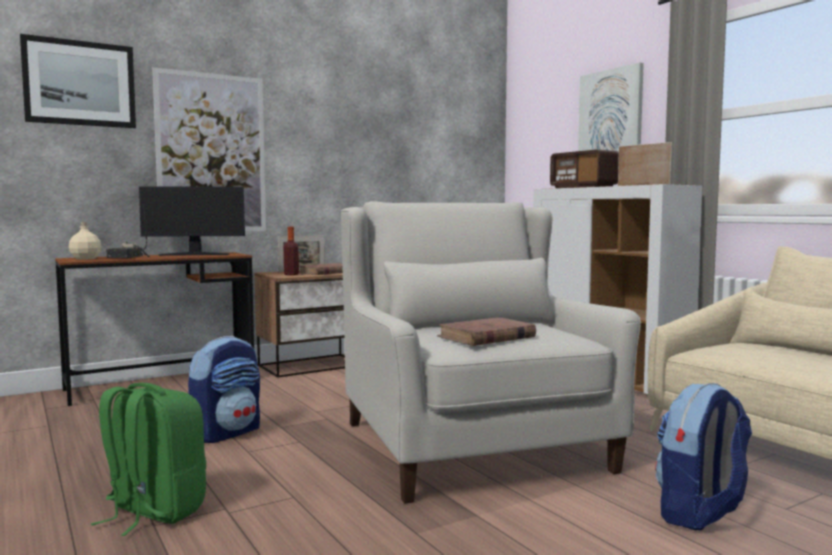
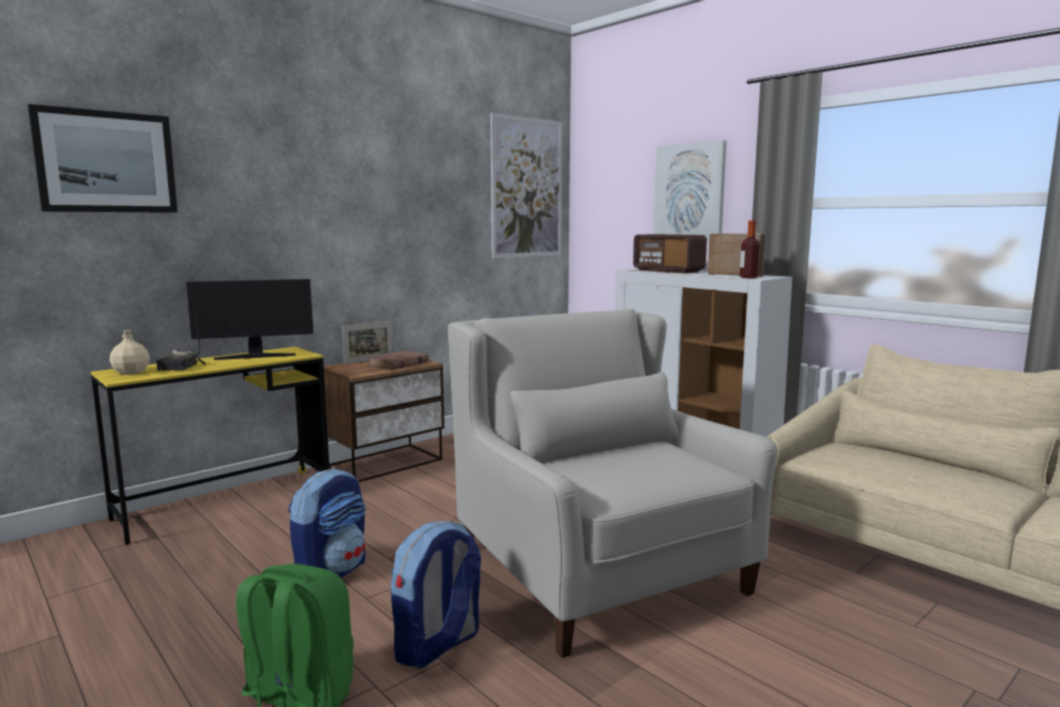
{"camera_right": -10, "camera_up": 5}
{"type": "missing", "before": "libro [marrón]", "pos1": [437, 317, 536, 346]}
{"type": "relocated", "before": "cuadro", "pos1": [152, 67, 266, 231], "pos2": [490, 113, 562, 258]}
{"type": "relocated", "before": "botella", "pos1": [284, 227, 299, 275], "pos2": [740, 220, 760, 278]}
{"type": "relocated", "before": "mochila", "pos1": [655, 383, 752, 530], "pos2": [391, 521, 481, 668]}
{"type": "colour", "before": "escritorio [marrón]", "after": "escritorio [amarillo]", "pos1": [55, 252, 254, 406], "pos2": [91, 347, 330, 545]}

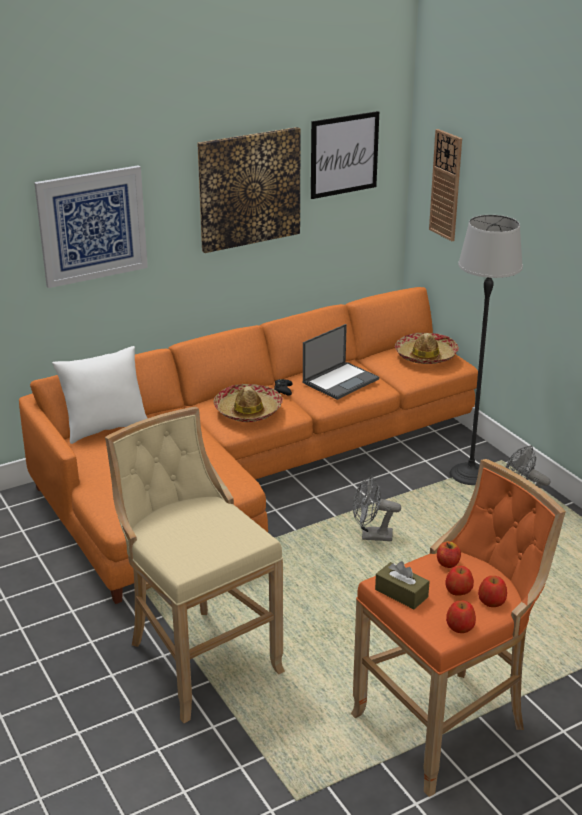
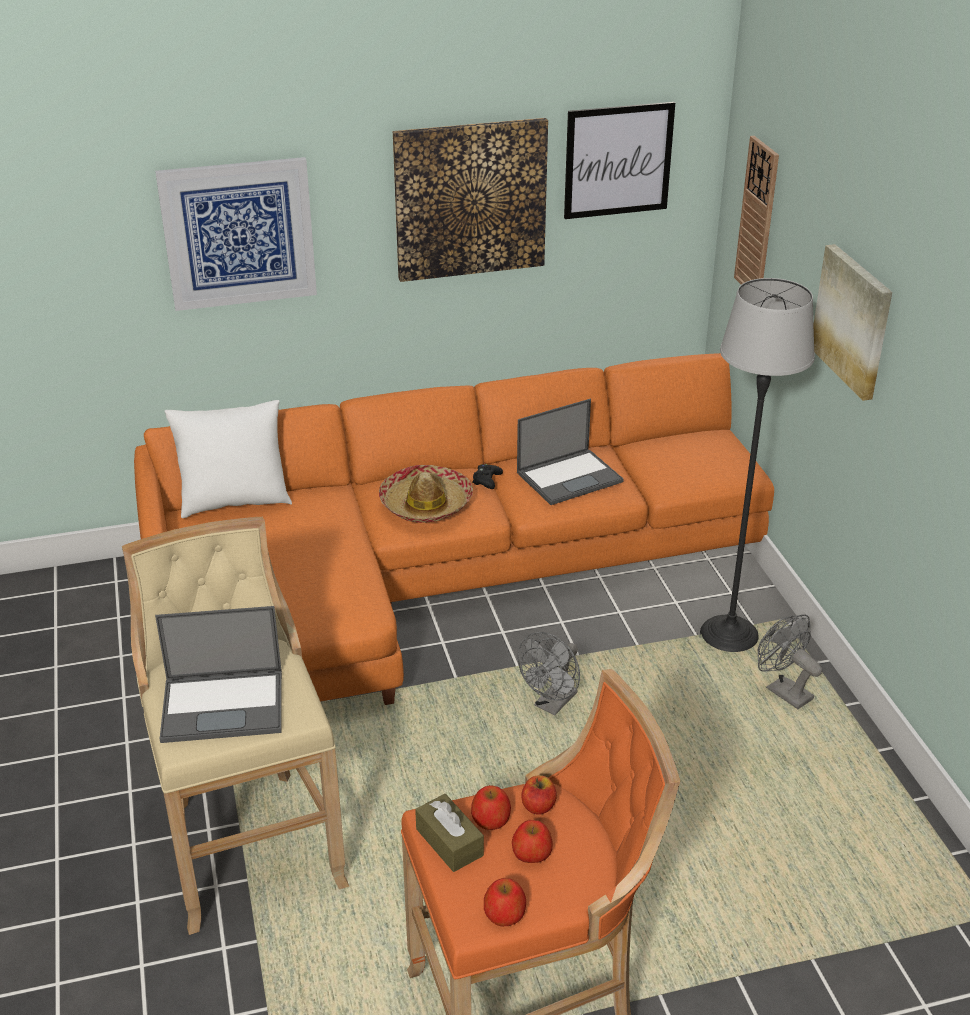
{"camera_right": 15, "camera_up": 5}
{"type": "missing", "before": "sombrero", "pos1": [395, 333, 459, 364]}
{"type": "appeared", "after": "portátil", "pos2": [155, 606, 282, 743]}
{"type": "appeared", "after": "cuadro", "pos2": [813, 244, 892, 401]}
{"type": "relocated", "before": "manzana", "pos1": [478, 576, 507, 607], "pos2": [471, 785, 511, 830]}
{"type": "spun", "before": "ventilador [gris]", "pos1": [353, 476, 401, 541], "pos2": [518, 632, 580, 715], "turn": -75}

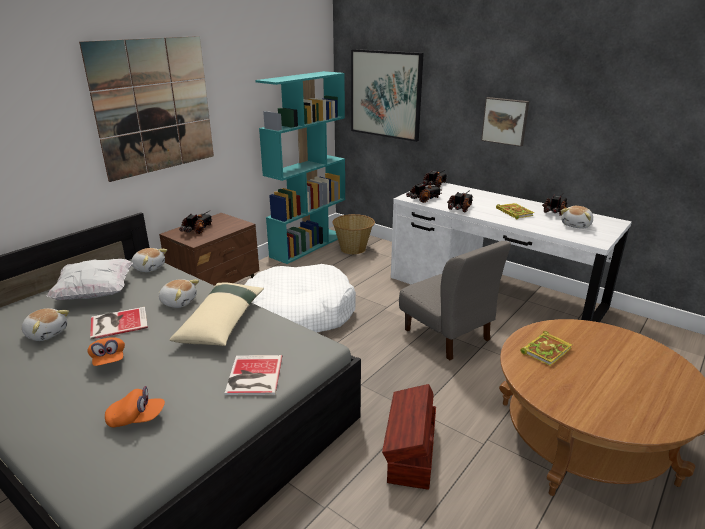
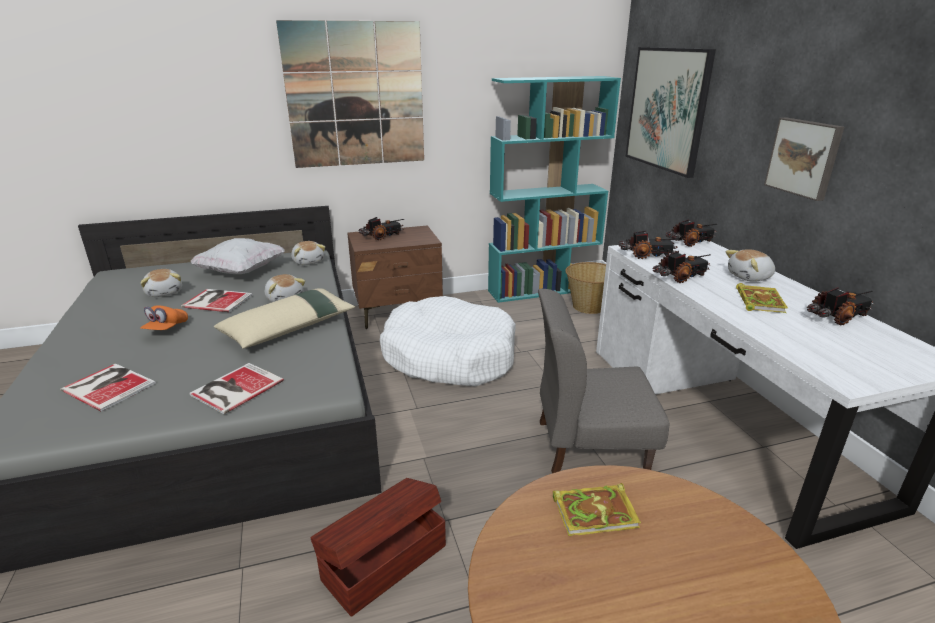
{"camera_right": 35, "camera_up": 0}
{"type": "relocated", "before": "peluche", "pos1": [561, 206, 593, 229], "pos2": [726, 249, 775, 282]}
{"type": "exchanged", "before": "gorra [naranja]", "after": "libro", "pos1": [105, 386, 165, 428], "pos2": [60, 363, 156, 412]}
{"type": "spun", "before": "silla [gris]", "pos1": [399, 241, 511, 360], "pos2": [538, 289, 669, 473], "turn": 90}

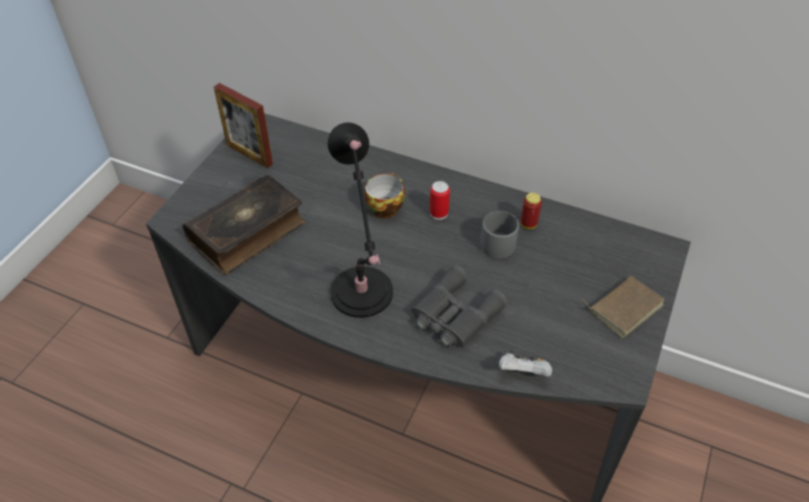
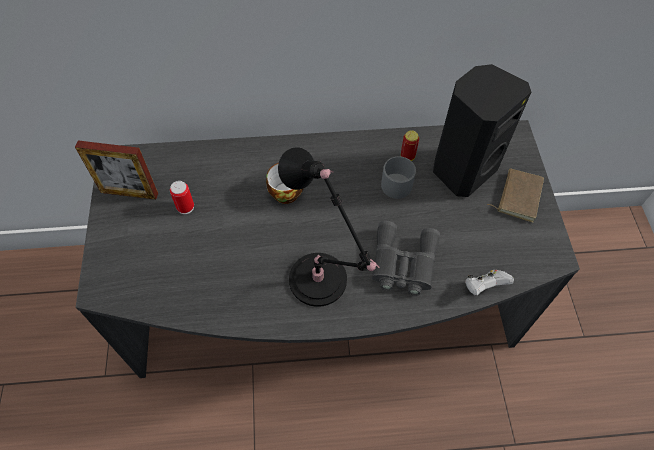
{"camera_right": -30, "camera_up": 10}
{"type": "missing", "before": "libro", "pos1": [182, 175, 305, 275]}
{"type": "appeared", "after": "altavoz [negro]", "pos2": [433, 64, 531, 197]}
{"type": "relocated", "before": "lata", "pos1": [430, 181, 450, 220], "pos2": [170, 181, 194, 214]}

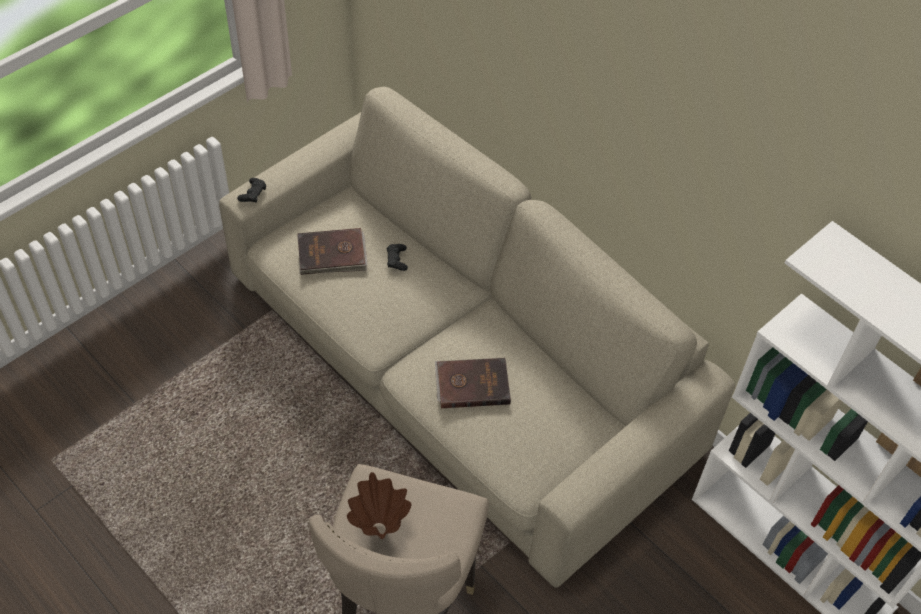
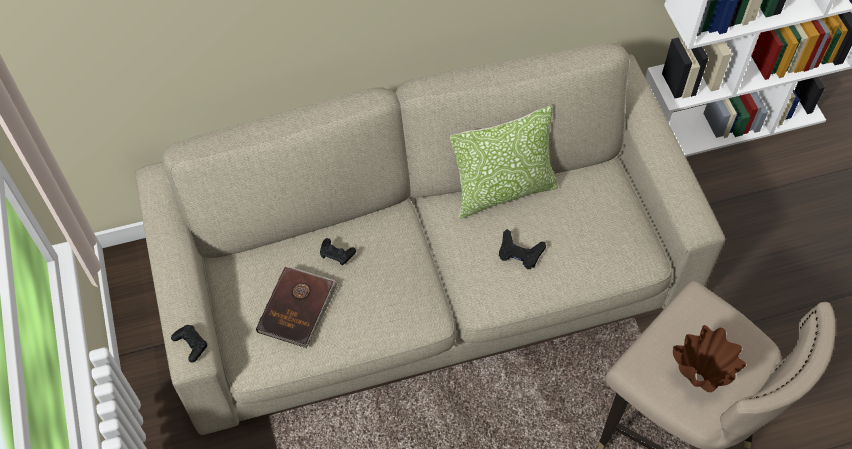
{"camera_right": -60, "camera_up": 5}
{"type": "appeared", "after": "cojín", "pos2": [450, 105, 558, 219]}
{"type": "exchanged", "before": "libro [marrón]", "after": "mando de consola [negro]", "pos1": [435, 358, 511, 408], "pos2": [499, 229, 546, 269]}

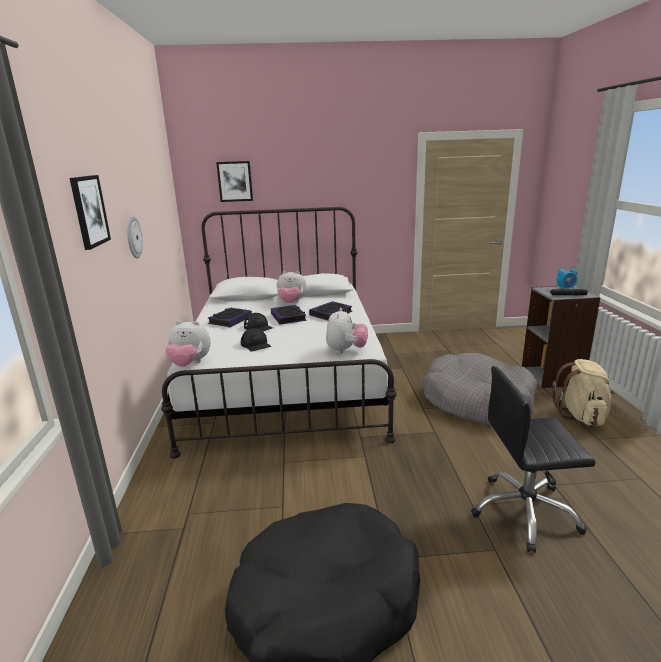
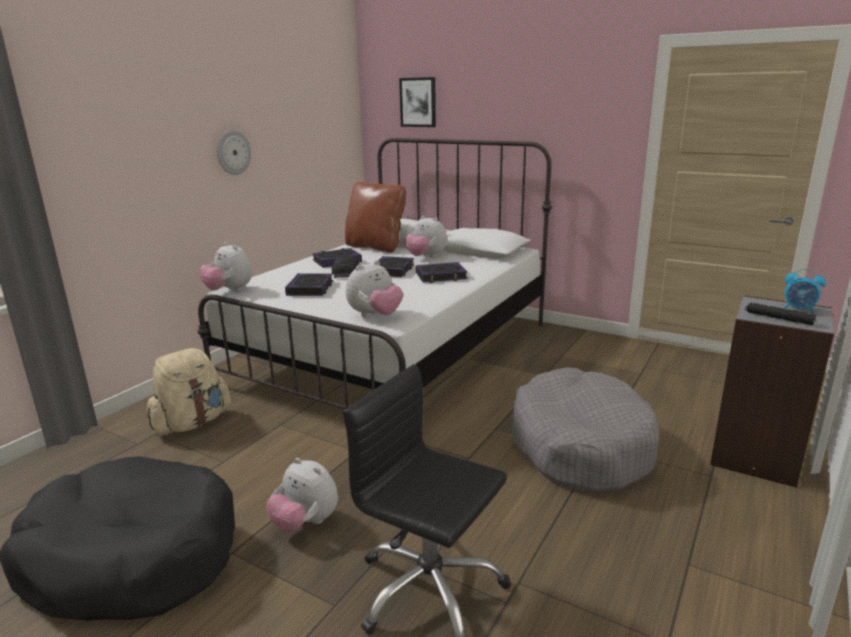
{"camera_right": 35, "camera_up": 0}
{"type": "missing", "before": "cuadro", "pos1": [70, 175, 111, 250]}
{"type": "appeared", "after": "peluche", "pos2": [266, 458, 338, 533]}
{"type": "appeared", "after": "cojín [marrón]", "pos2": [345, 181, 406, 253]}
{"type": "relocated", "before": "mochila [beis]", "pos1": [552, 359, 614, 426], "pos2": [147, 348, 231, 433]}
{"type": "exchanged", "before": "gorra [negro]", "after": "libro", "pos1": [241, 328, 271, 351], "pos2": [285, 273, 333, 296]}

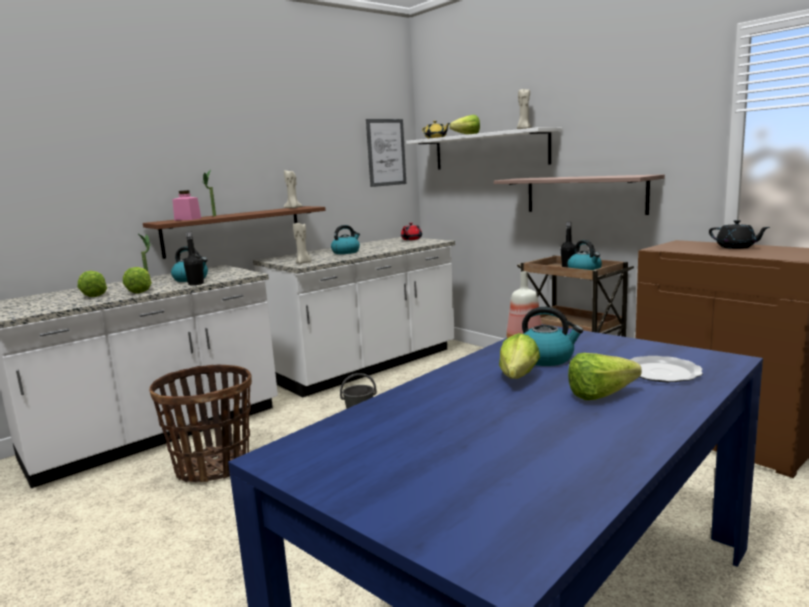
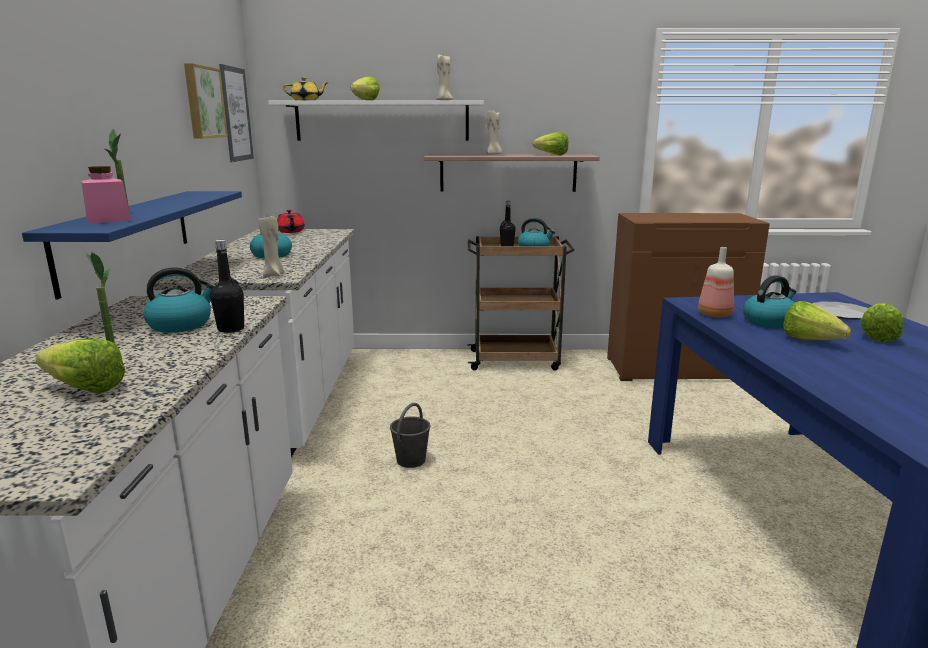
{"camera_right": -50, "camera_up": 5}
{"type": "missing", "before": "cesta", "pos1": [149, 365, 252, 482]}
{"type": "missing", "before": "tetera [negro]", "pos1": [709, 220, 770, 249]}
{"type": "appeared", "after": "cuadro", "pos2": [184, 63, 228, 139]}
{"type": "relocated", "before": "lechuga", "pos1": [123, 267, 152, 294], "pos2": [533, 132, 568, 155]}
{"type": "relocated", "before": "vela [beis]", "pos1": [284, 170, 302, 208], "pos2": [486, 110, 502, 155]}
{"type": "colour", "before": "estante [marrón]", "after": "estante [azul]", "pos1": [143, 206, 326, 259], "pos2": [22, 191, 242, 299]}

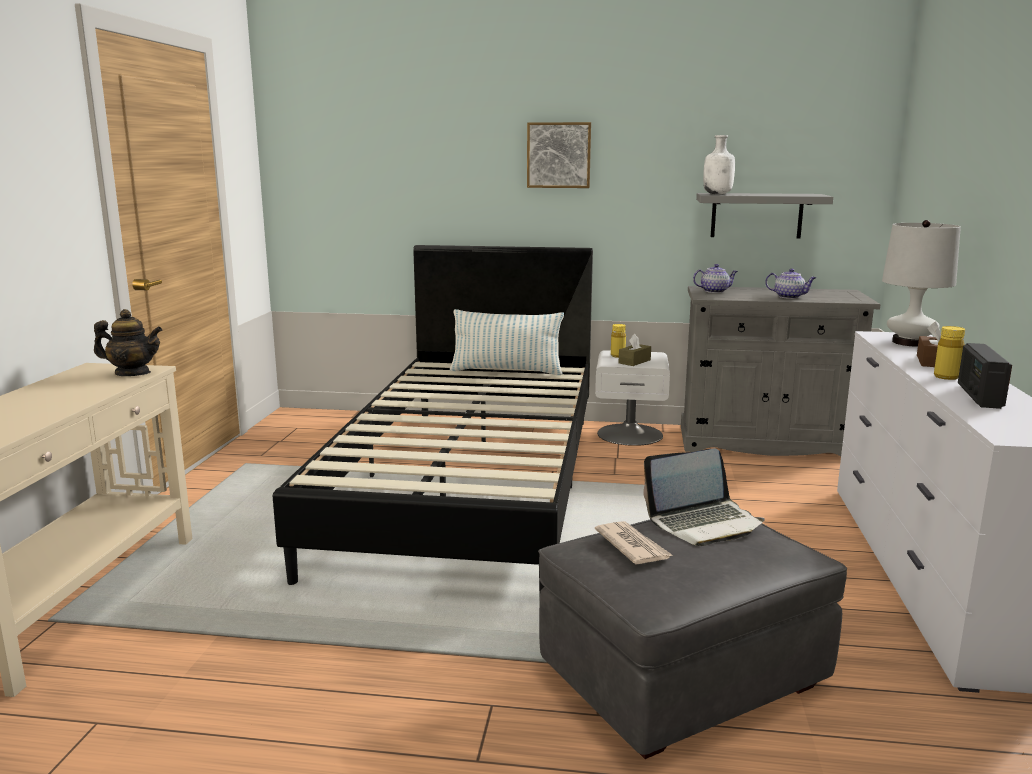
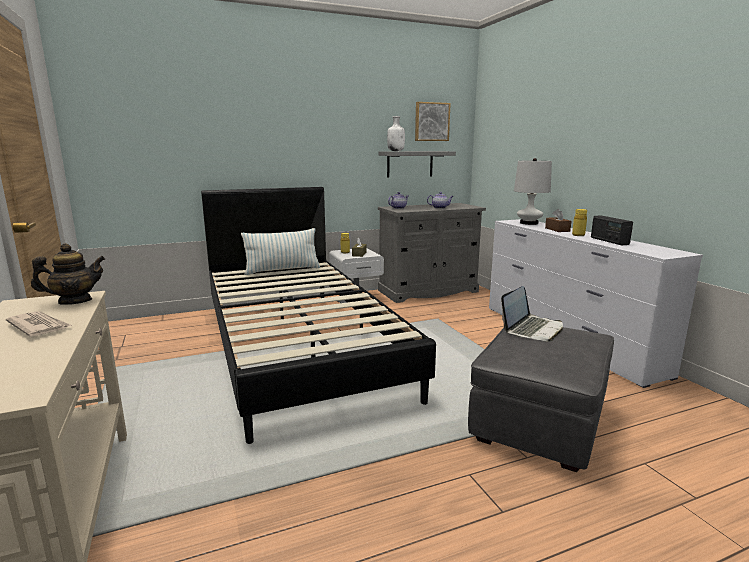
{"camera_right": -30, "camera_up": 0}
{"type": "relocated", "before": "cuadro", "pos1": [527, 122, 591, 188], "pos2": [415, 102, 451, 141]}
{"type": "relocated", "before": "periódico", "pos1": [595, 521, 673, 564], "pos2": [6, 311, 72, 337]}

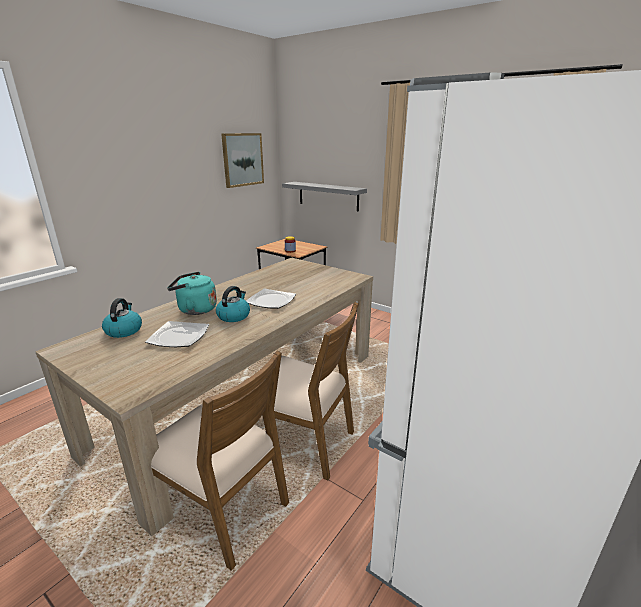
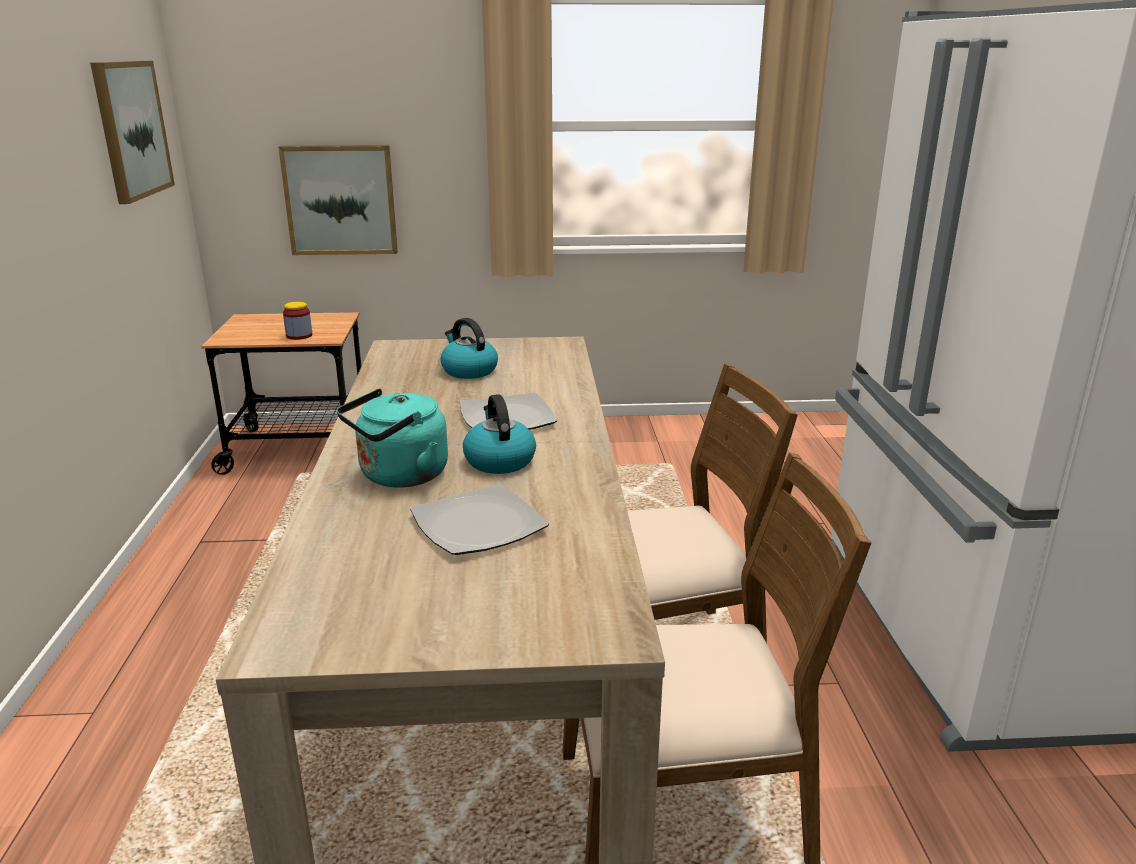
{"camera_right": -40, "camera_up": 0}
{"type": "relocated", "before": "hervidor", "pos1": [102, 298, 142, 338], "pos2": [441, 318, 498, 379]}
{"type": "exchanged", "before": "estante [gris]", "after": "cuadro", "pos1": [282, 182, 367, 212], "pos2": [278, 145, 398, 255]}

